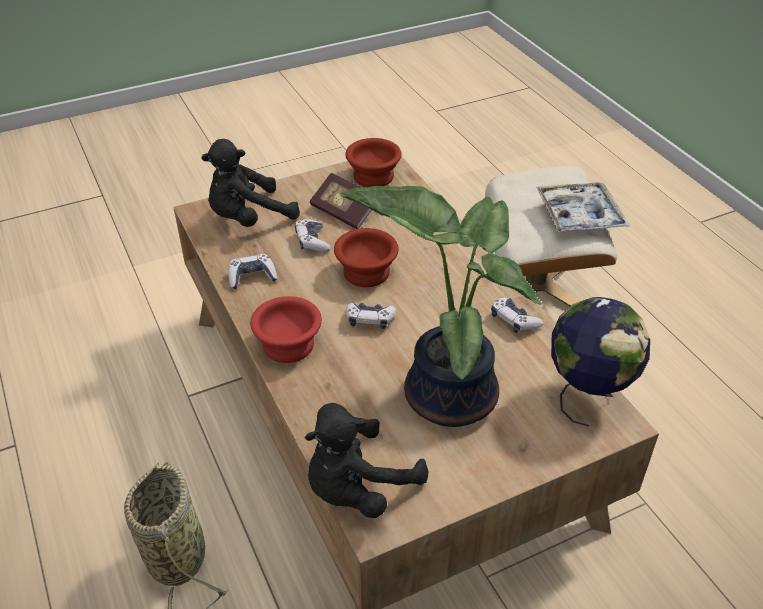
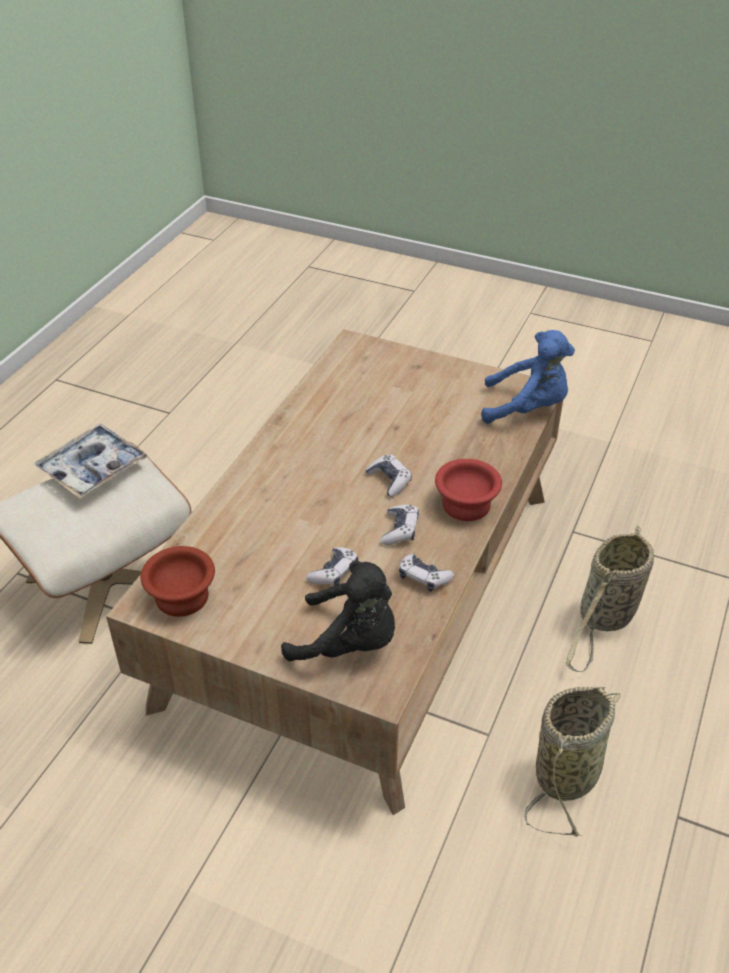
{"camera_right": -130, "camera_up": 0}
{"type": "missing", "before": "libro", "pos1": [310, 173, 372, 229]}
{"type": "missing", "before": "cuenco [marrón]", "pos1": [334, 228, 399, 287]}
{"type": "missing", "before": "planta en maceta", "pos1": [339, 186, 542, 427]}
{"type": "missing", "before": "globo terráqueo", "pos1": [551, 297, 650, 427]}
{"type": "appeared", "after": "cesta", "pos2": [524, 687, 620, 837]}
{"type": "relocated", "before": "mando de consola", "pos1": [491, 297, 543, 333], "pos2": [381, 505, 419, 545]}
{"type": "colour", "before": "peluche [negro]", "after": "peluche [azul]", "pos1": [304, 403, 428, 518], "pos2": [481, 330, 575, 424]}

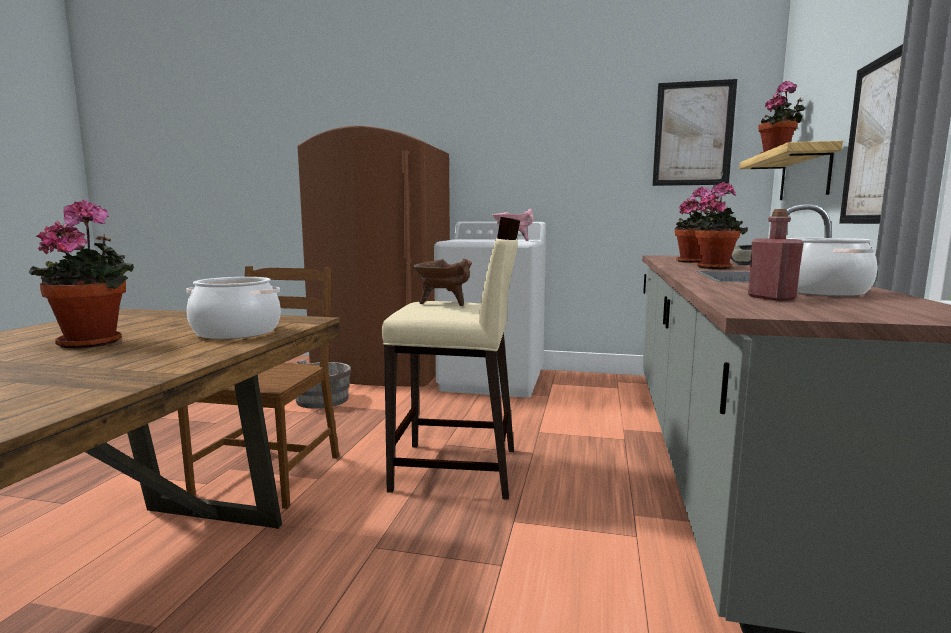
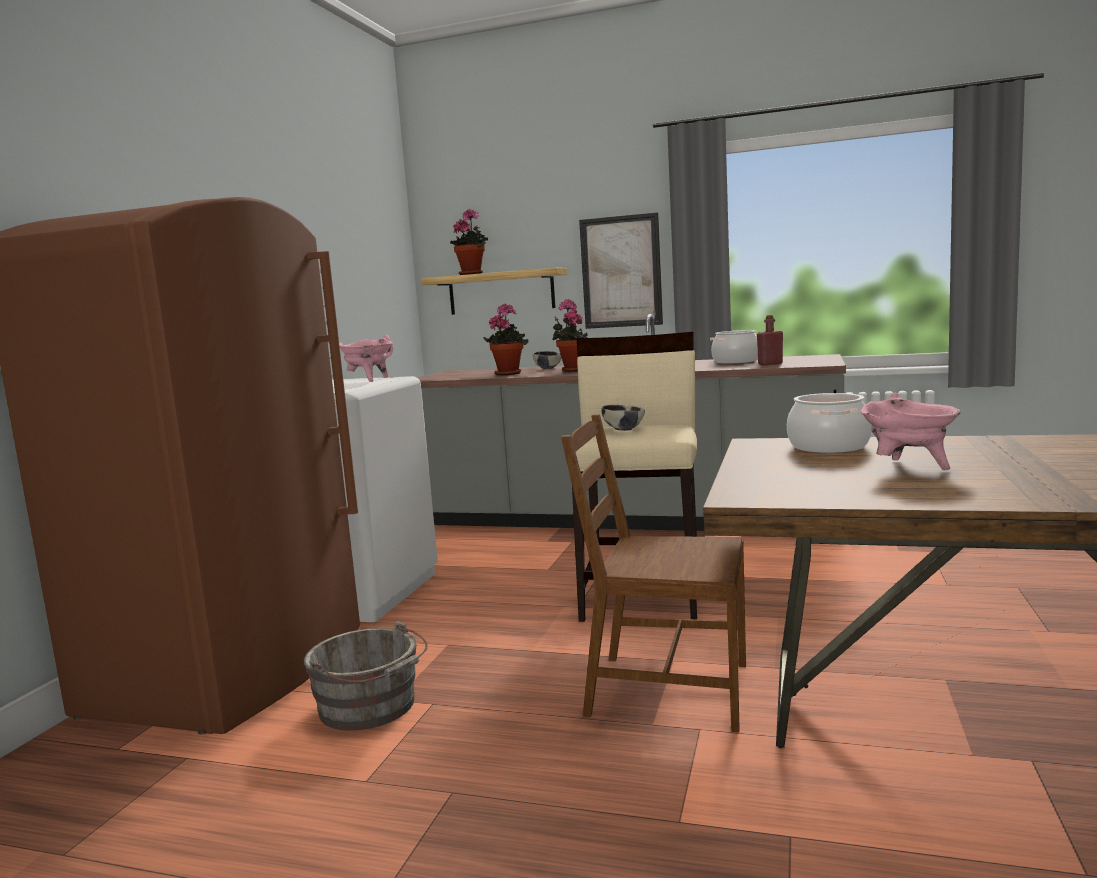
{"camera_right": -85, "camera_up": 0}
{"type": "missing", "before": "cuadro", "pos1": [653, 79, 737, 186]}
{"type": "exchanged", "before": "planta en maceta", "after": "olla [rosa]", "pos1": [28, 200, 134, 349], "pos2": [860, 393, 961, 470]}
{"type": "exchanged", "before": "olla [marrón]", "after": "cuenco", "pos1": [413, 259, 472, 306], "pos2": [601, 405, 645, 431]}

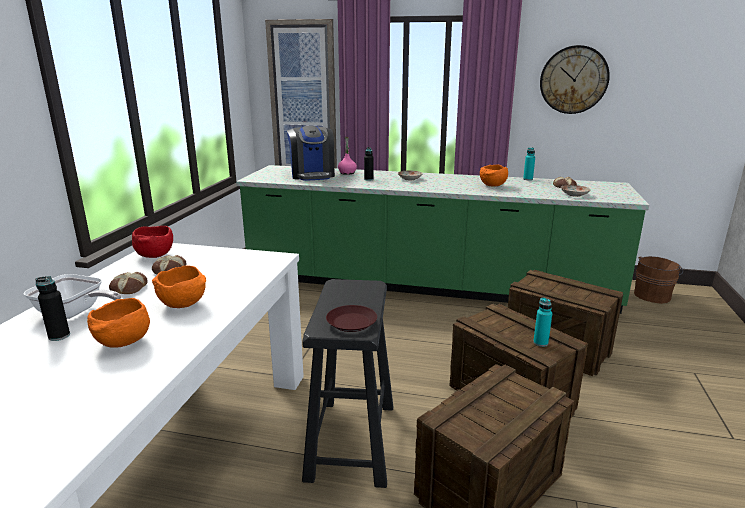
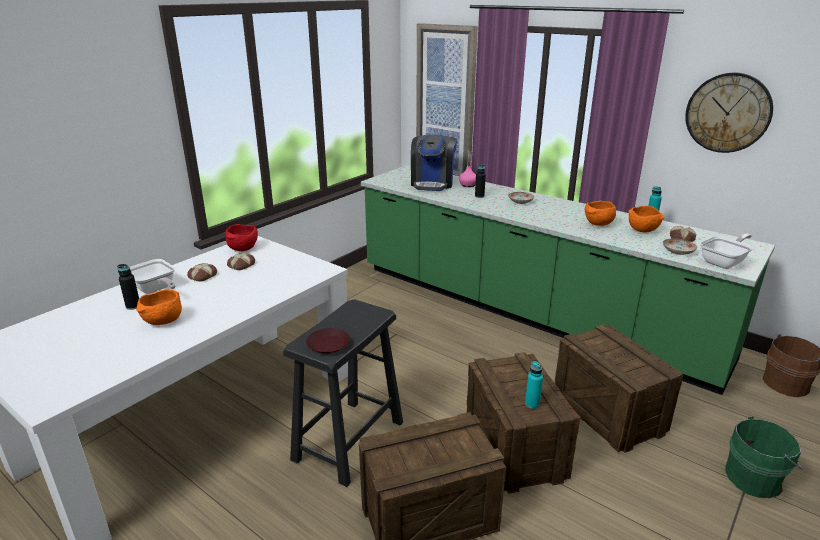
{"camera_right": 25, "camera_up": 5}
{"type": "appeared", "after": "sartén", "pos2": [700, 234, 753, 269]}
{"type": "appeared", "after": "cubo [verde]", "pos2": [726, 416, 803, 498]}
{"type": "relocated", "before": "cuenco [naranja]", "pos1": [152, 265, 206, 308], "pos2": [628, 206, 664, 232]}

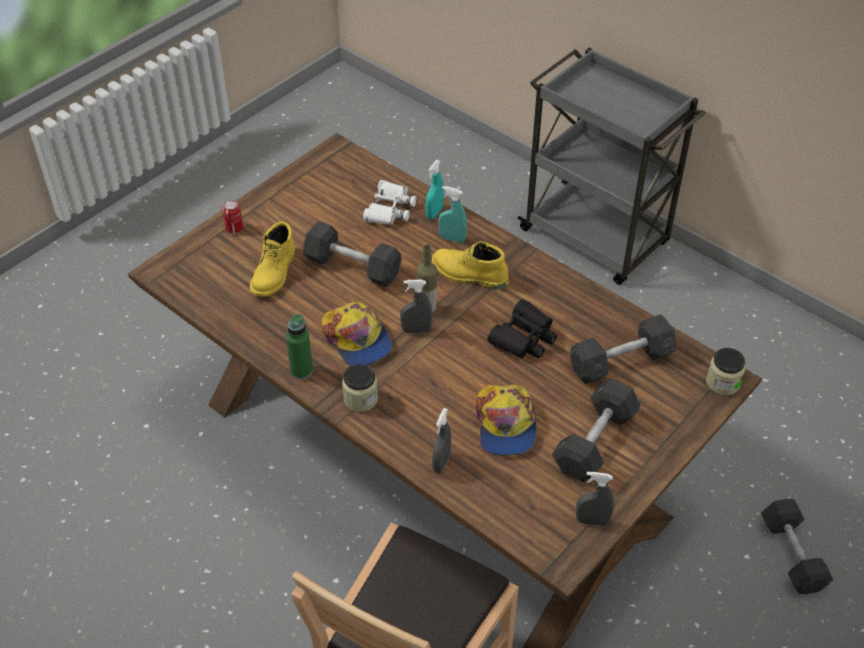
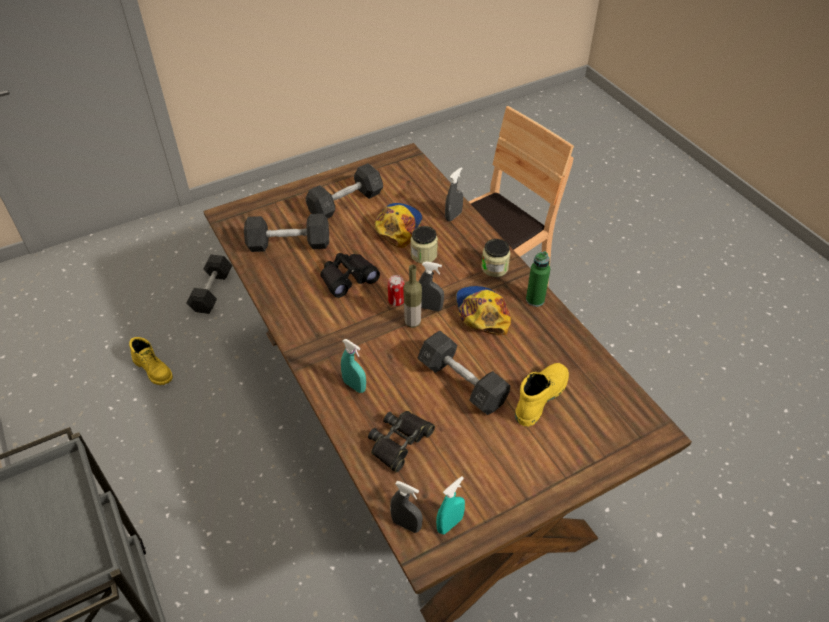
{"camera_right": -160, "camera_up": 0}
{"type": "relocated", "before": "lata", "pos1": [222, 200, 243, 233], "pos2": [388, 275, 405, 306]}
{"type": "relocated", "before": "pulverizador [turquesa]", "pos1": [426, 160, 444, 220], "pos2": [436, 476, 465, 534]}
{"type": "relocated", "before": "bota [amarillo]", "pos1": [432, 241, 509, 290], "pos2": [129, 337, 173, 385]}
{"type": "relocated", "before": "pulverizador [gris]", "pos1": [576, 472, 614, 526], "pos2": [390, 481, 423, 533]}
{"type": "relocated", "before": "tarro", "pos1": [706, 348, 746, 395], "pos2": [411, 226, 438, 263]}
{"type": "colour", "before": "prismáticos [blanco]", "after": "prismáticos [negro]", "pos1": [363, 180, 416, 225], "pos2": [368, 411, 435, 473]}

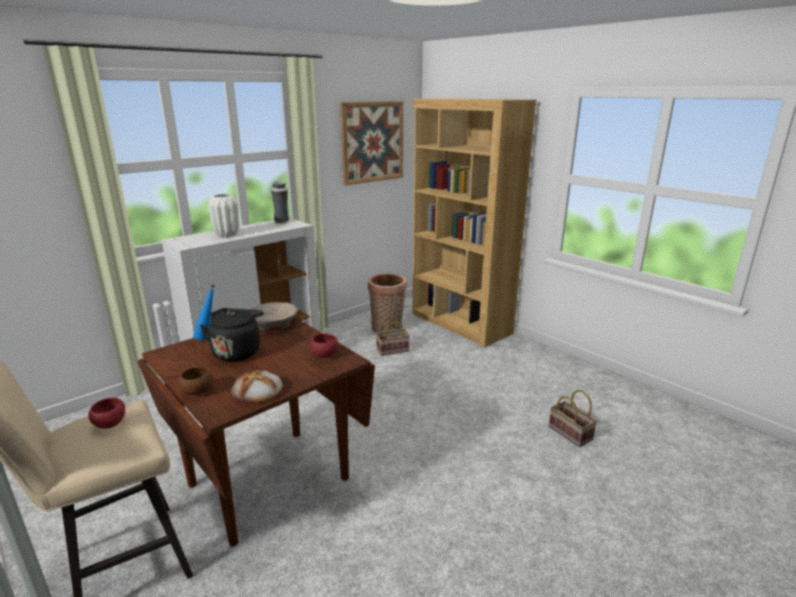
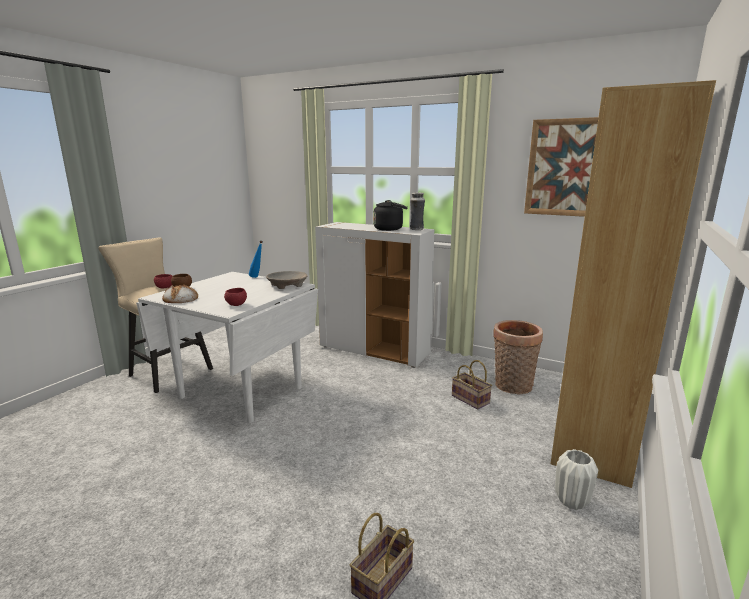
{"camera_right": 70, "camera_up": -5}
{"type": "relocated", "before": "hervidor [negro]", "pos1": [200, 308, 264, 361], "pos2": [373, 200, 408, 231]}
{"type": "relocated", "before": "florero [blanco]", "pos1": [208, 194, 239, 237], "pos2": [555, 449, 598, 510]}
{"type": "colour", "before": "mesa de comedor [marrón]", "after": "mesa de comedor [blanco]", "pos1": [137, 317, 375, 546], "pos2": [136, 272, 318, 423]}

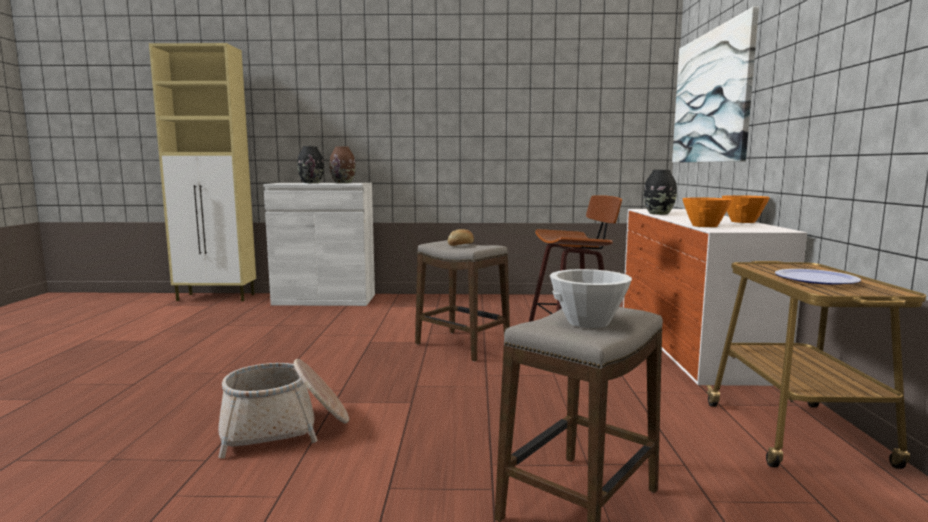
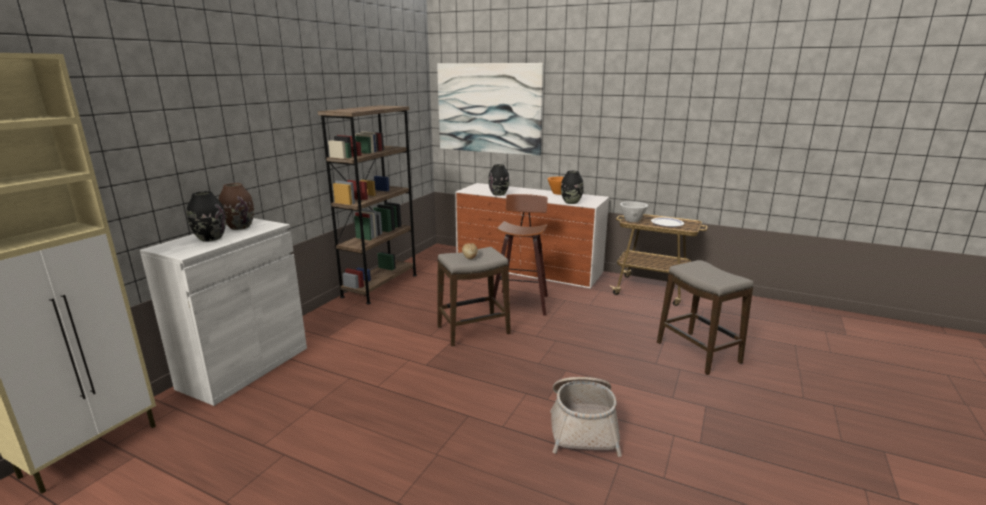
{"camera_right": -65, "camera_up": 10}
{"type": "appeared", "after": "estantería [marrón]", "pos2": [318, 105, 417, 304]}
{"type": "relocated", "before": "cuenco [blanco]", "pos1": [550, 269, 632, 328], "pos2": [620, 201, 648, 222]}
{"type": "exchanged", "before": "cuenco [naranja]", "after": "florero [negro]", "pos1": [682, 198, 732, 227], "pos2": [561, 171, 584, 204]}

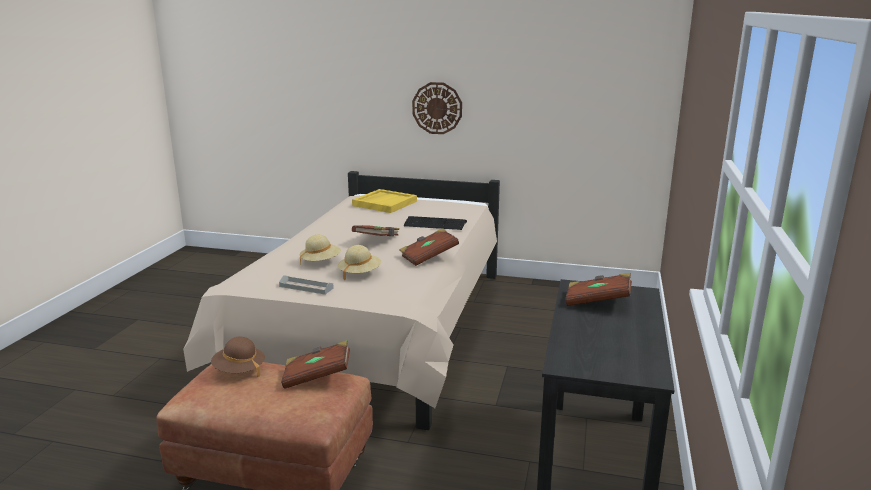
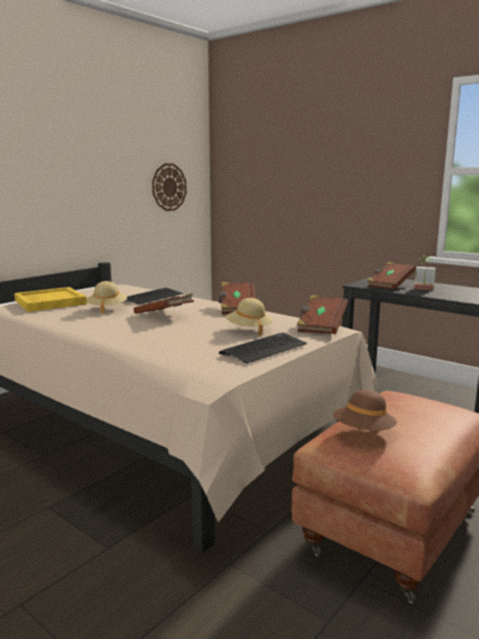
{"camera_right": -65, "camera_up": -5}
{"type": "appeared", "after": "planta en maceta", "pos2": [414, 255, 436, 290]}
{"type": "relocated", "before": "libro [marrón]", "pos1": [281, 340, 350, 389], "pos2": [297, 295, 348, 334]}
{"type": "relocated", "before": "sombrero [beis]", "pos1": [300, 234, 341, 265], "pos2": [86, 281, 127, 314]}
{"type": "relocated", "before": "reloj de pared", "pos1": [412, 82, 462, 134], "pos2": [152, 163, 187, 211]}
{"type": "exchanged", "before": "bandeja [gris]", "after": "teclado", "pos1": [279, 275, 334, 295], "pos2": [219, 333, 307, 364]}

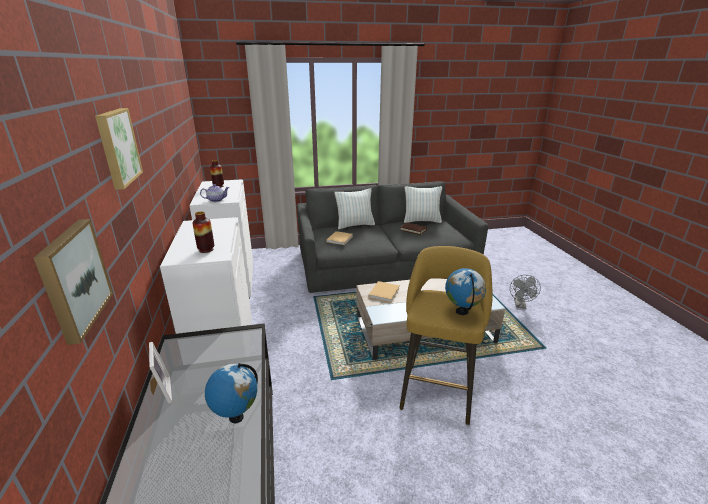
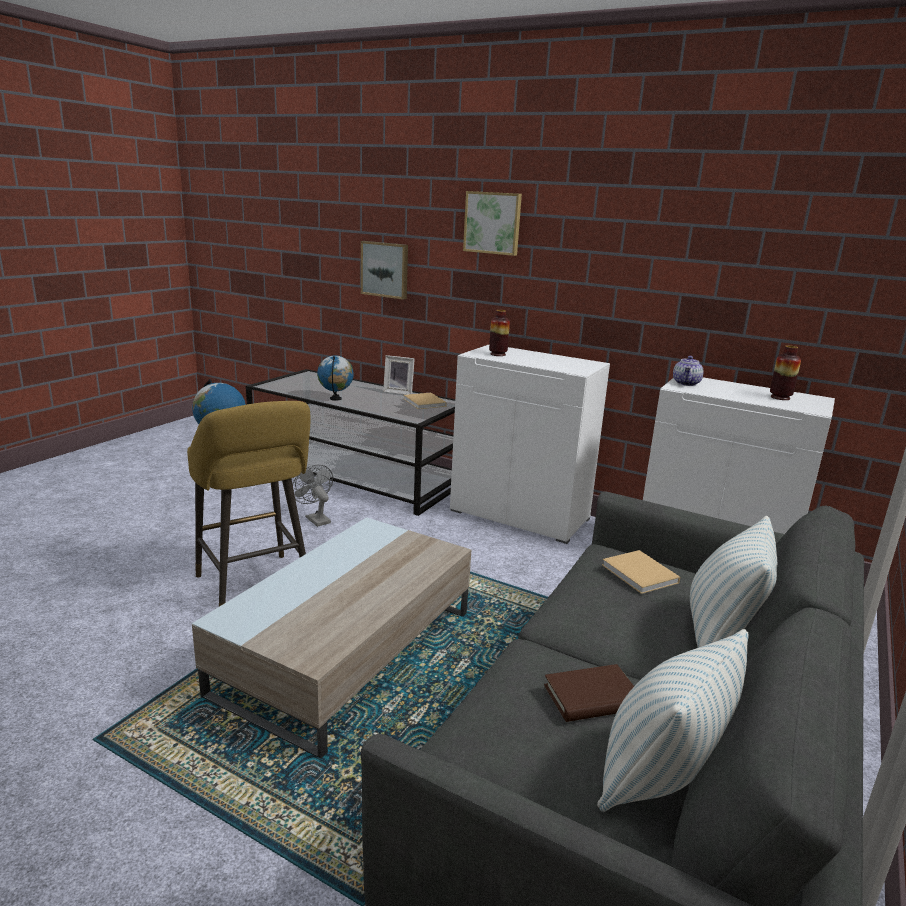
{"camera_right": 130, "camera_up": -5}
{"type": "relocated", "before": "libro [beis]", "pos1": [369, 281, 400, 302], "pos2": [404, 393, 447, 409]}
{"type": "relocated", "before": "ventilador [gris]", "pos1": [510, 275, 541, 309], "pos2": [293, 465, 333, 527]}

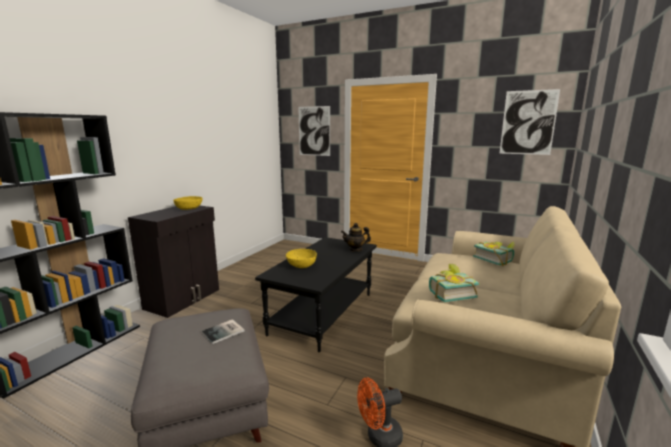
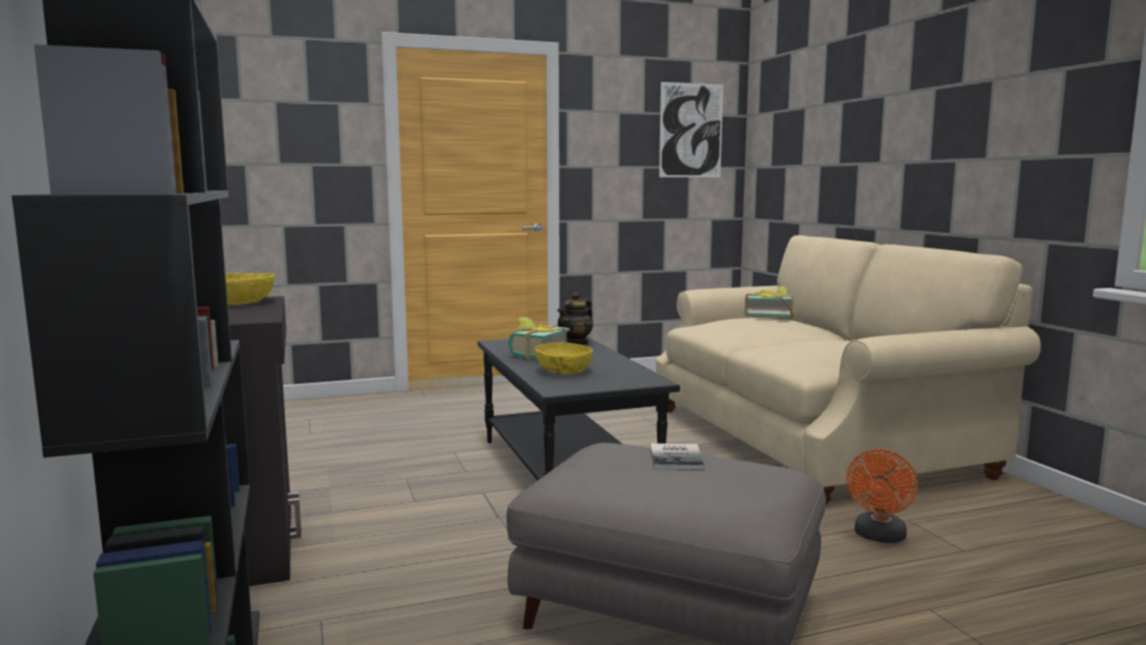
{"camera_right": -45, "camera_up": -5}
{"type": "missing", "before": "cuadro", "pos1": [298, 106, 330, 156]}
{"type": "relocated", "before": "libro", "pos1": [429, 264, 479, 302], "pos2": [508, 317, 570, 360]}

